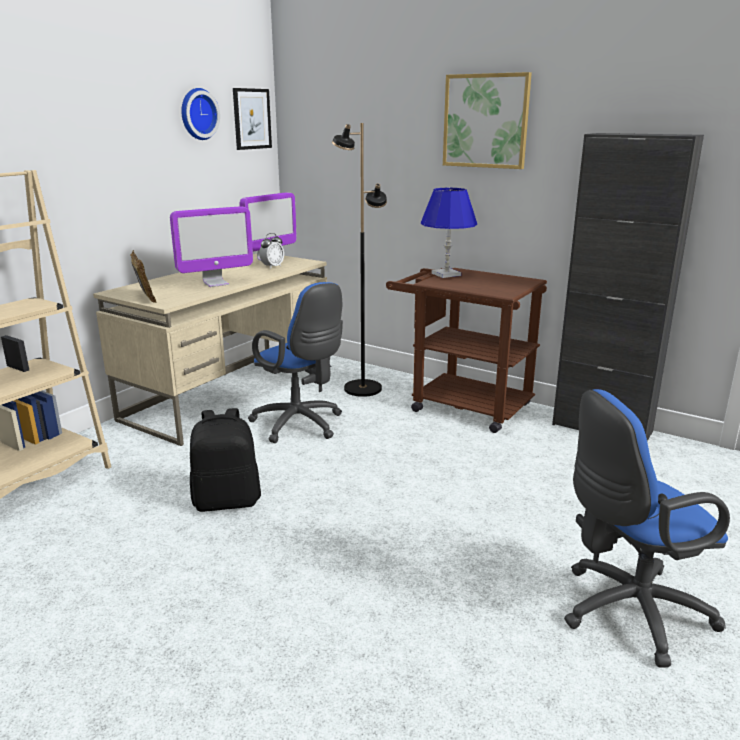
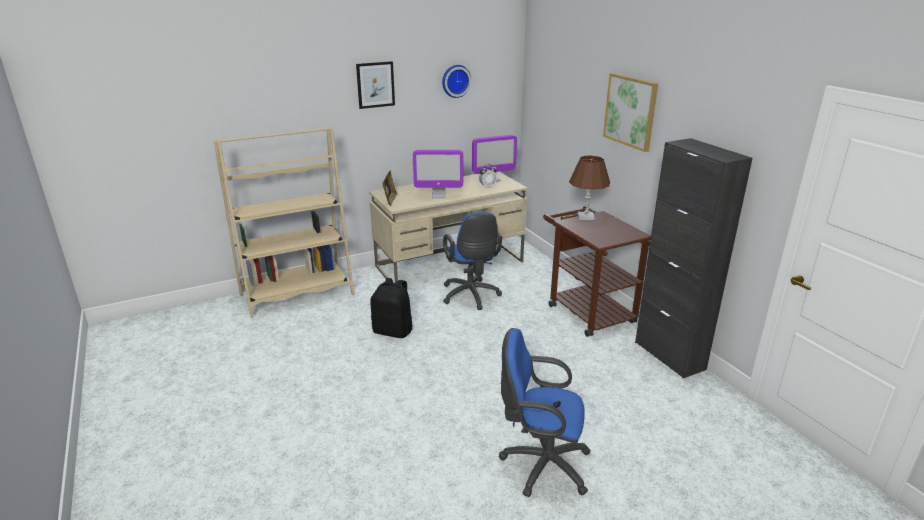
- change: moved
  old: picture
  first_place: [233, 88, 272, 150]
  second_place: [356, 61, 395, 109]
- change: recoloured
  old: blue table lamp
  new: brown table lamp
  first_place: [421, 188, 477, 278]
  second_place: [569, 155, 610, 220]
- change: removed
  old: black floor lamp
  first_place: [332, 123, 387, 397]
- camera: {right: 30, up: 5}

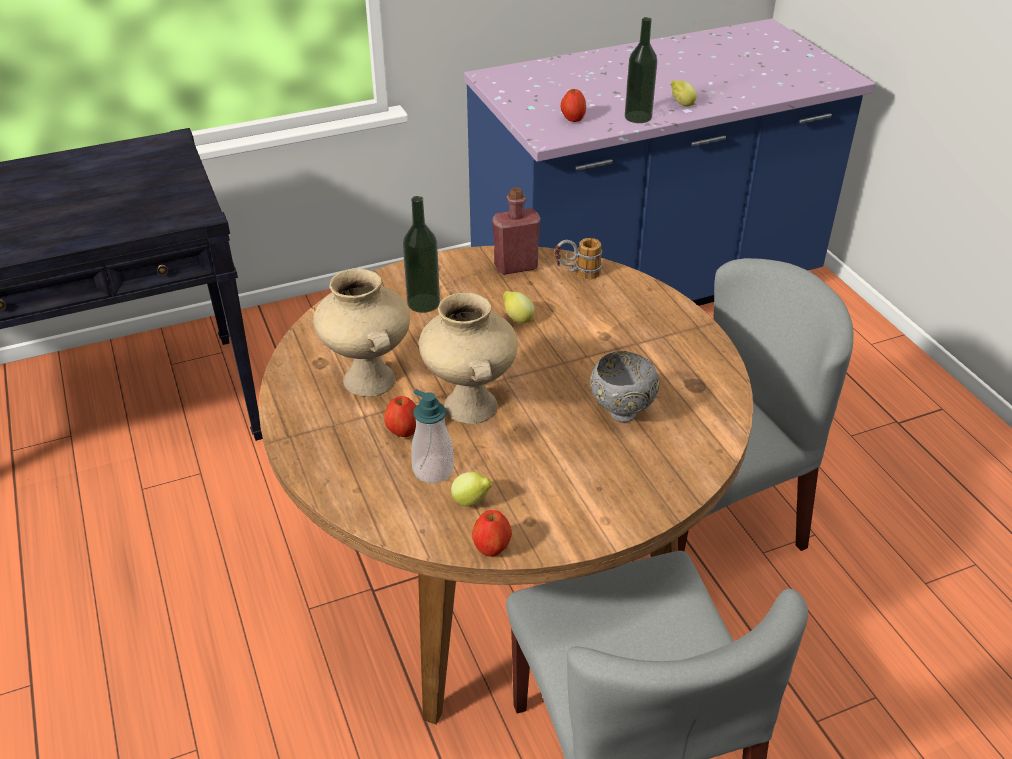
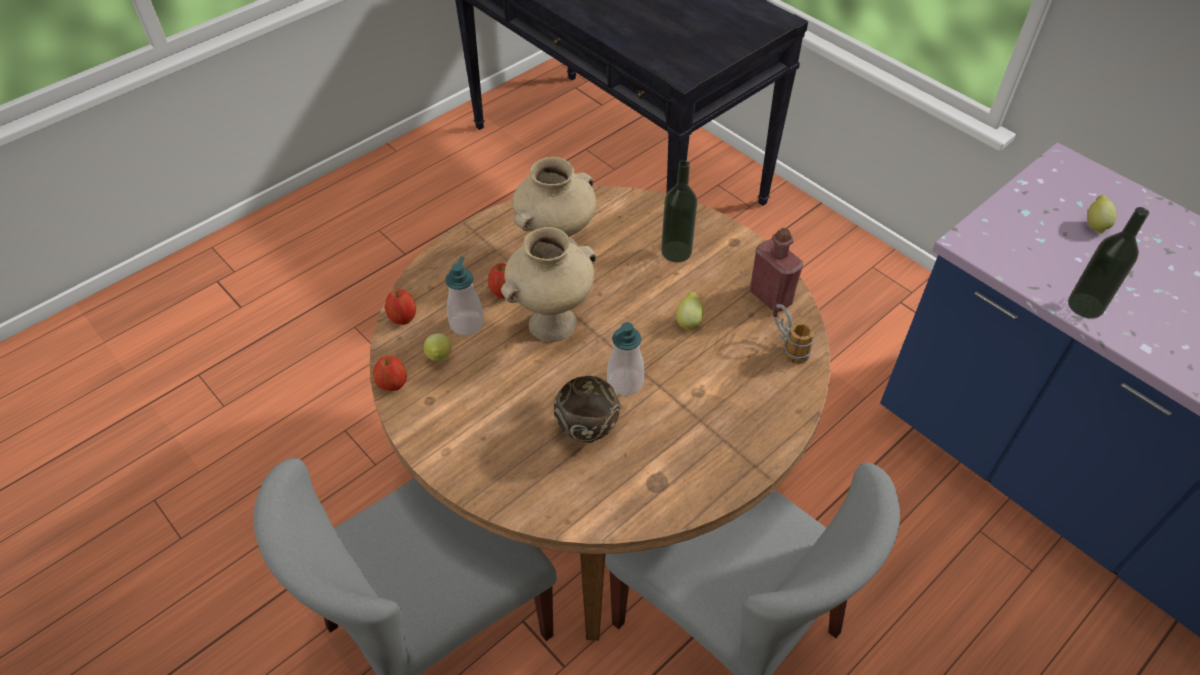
- change: moved
  old: apple
  first_place: [561, 89, 586, 122]
  second_place: [385, 289, 416, 325]
- change: recoloured
  old: grey bowl
  new: brown bowl
  first_place: [590, 351, 659, 422]
  second_place: [554, 376, 620, 443]
- change: added
  new: soap dispenser
  second_place: [607, 322, 644, 396]
- change: moved
  old: lemon
  first_place: [670, 80, 697, 107]
  second_place: [1087, 195, 1117, 234]
- camera: {right: 70, up: 10}

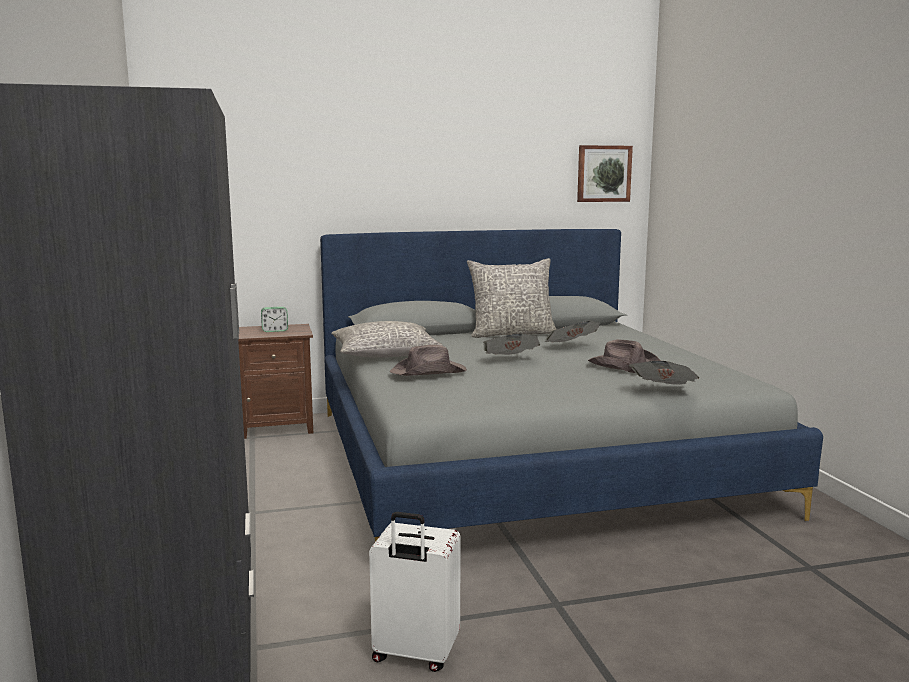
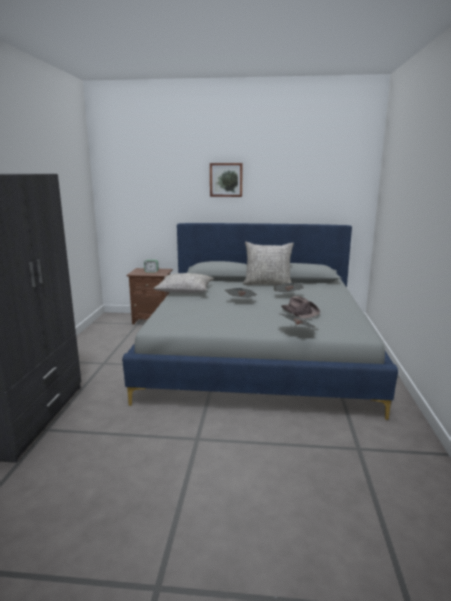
- change: moved
  old: picture
  first_place: [577, 145, 633, 202]
  second_place: [210, 163, 243, 197]
- change: removed
  old: white suitcase
  first_place: [369, 512, 460, 672]
- change: removed
  old: brown hat
  first_place: [390, 345, 467, 376]
- camera: {right: 20, up: 5}

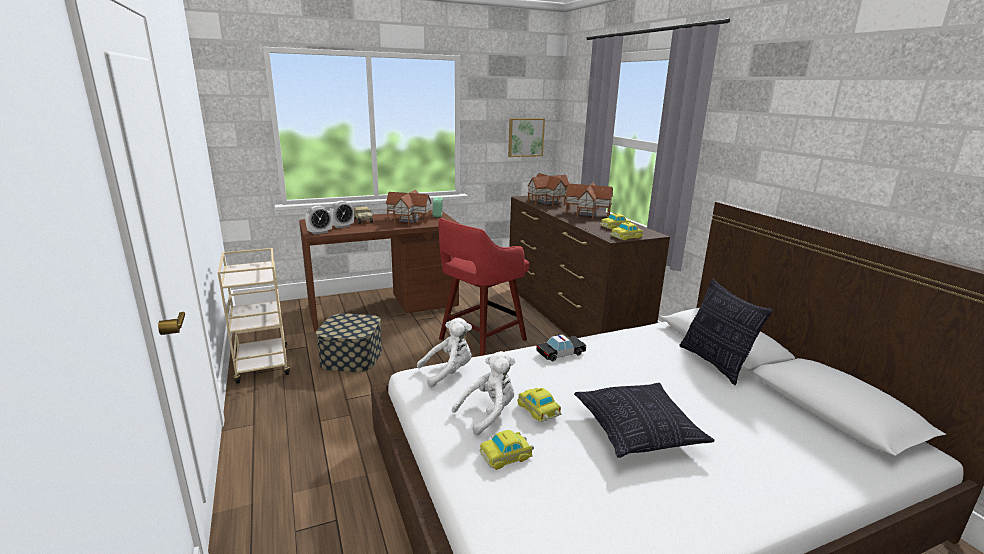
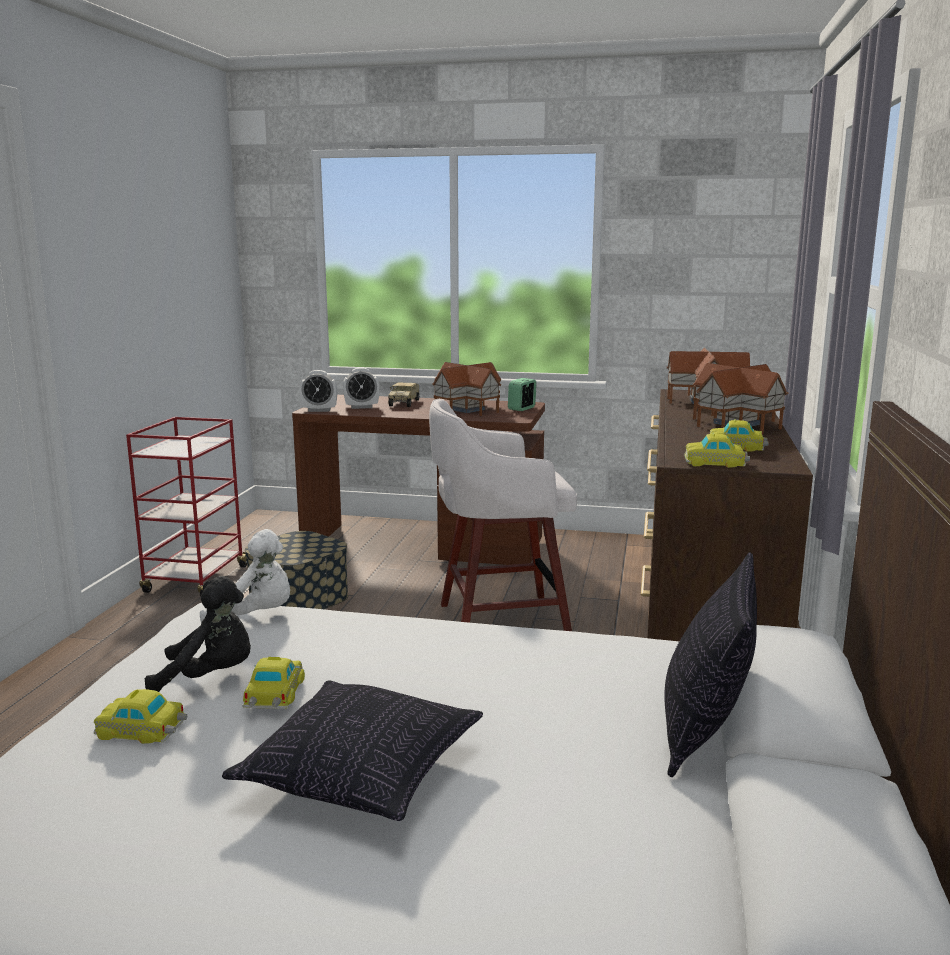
- change: recoloured
  old: beige cart
  new: red cart
  first_place: [218, 248, 290, 384]
  second_place: [126, 417, 247, 596]
- change: recoloured
  old: white plush toy
  new: black plush toy
  first_place: [452, 351, 515, 436]
  second_place: [145, 576, 251, 692]
- change: recoloured
  old: red stool
  new: white stool
  first_place: [438, 218, 529, 356]
  second_place: [429, 399, 577, 631]
- change: removed
  old: picture
  first_place: [508, 118, 545, 157]
- change: removed
  old: toy car
  first_place: [536, 334, 586, 361]
- camera: {right: 35, up: -5}

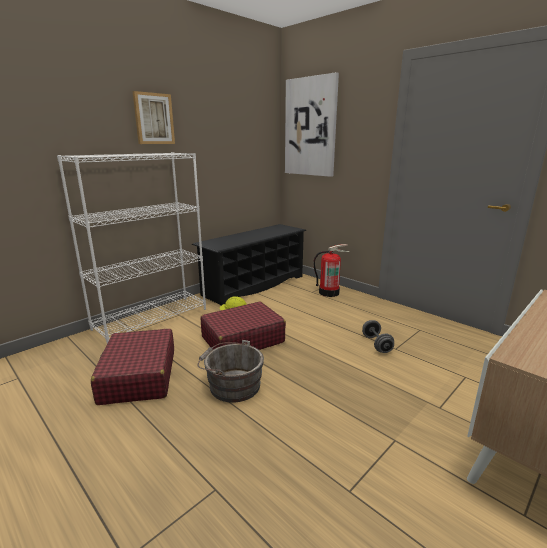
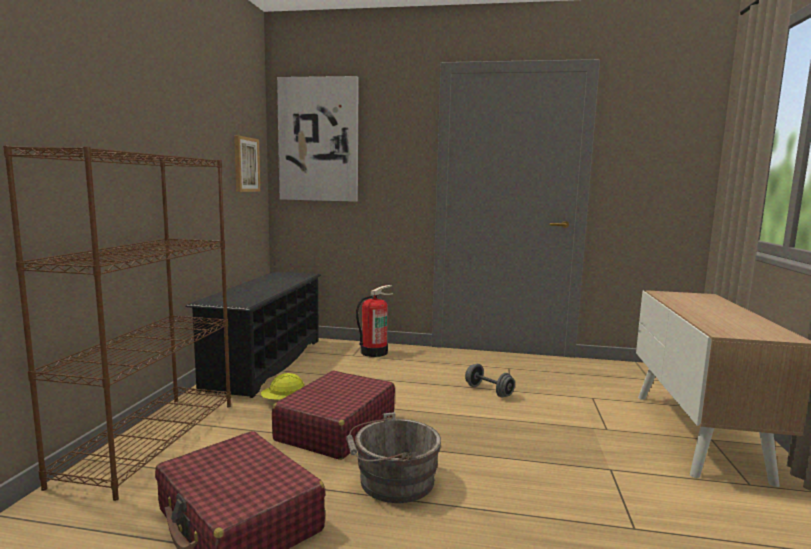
- change: recoloured
  old: white bookcase
  new: brown bookcase
  first_place: [57, 152, 206, 344]
  second_place: [3, 146, 231, 501]
- change: moved
  old: picture
  first_place: [132, 91, 175, 144]
  second_place: [234, 135, 260, 192]
- camera: {right: -35, up: -10}

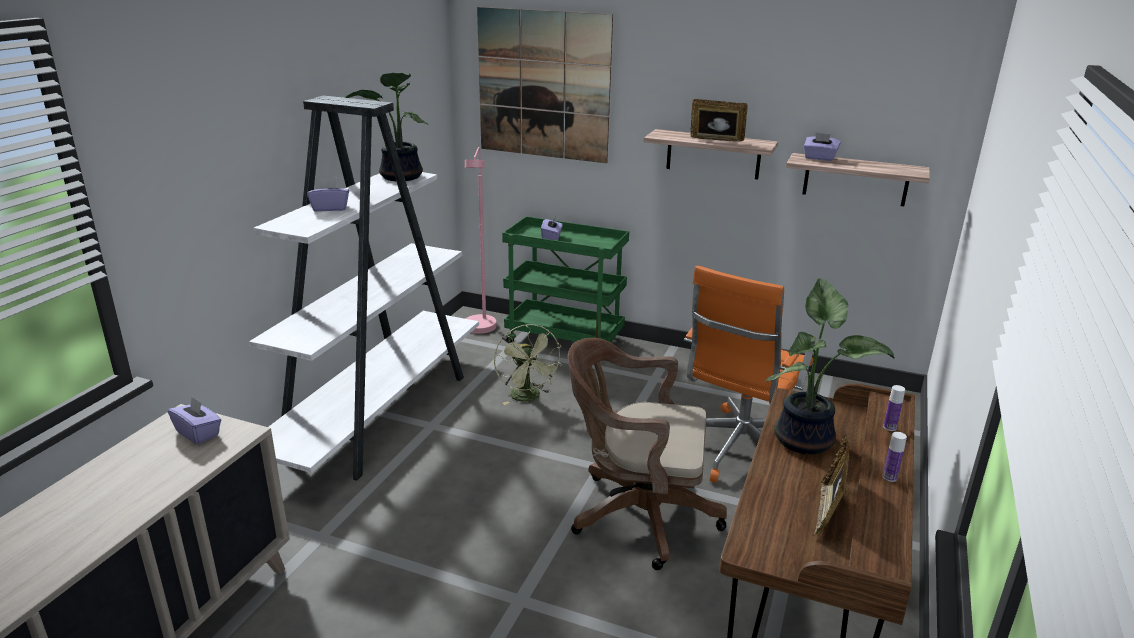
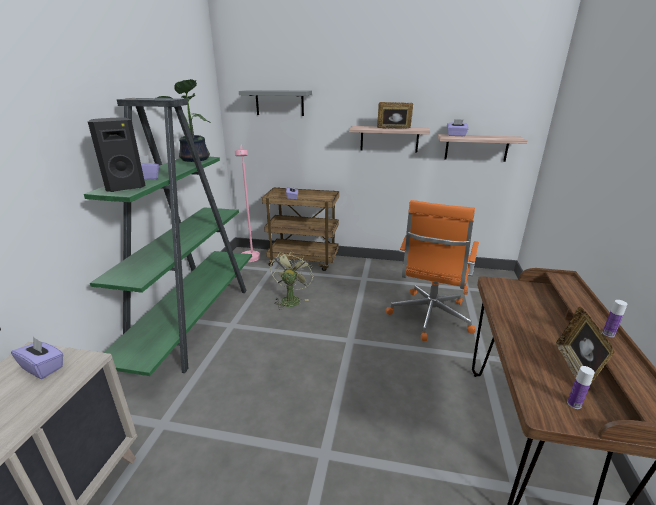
- change: recoloured
  old: white bookcase
  new: green bookcase
  first_place: [249, 96, 479, 480]
  second_place: [84, 98, 252, 376]
- change: added
  new: black speaker
  second_place: [88, 118, 146, 192]
- change: replaced
  old: picture
  new: grey shelf
  first_place: [477, 7, 613, 163]
  second_place: [239, 90, 312, 116]
- change: recoloured
  old: green cart
  new: brown cart
  first_place: [502, 216, 629, 343]
  second_place: [262, 188, 339, 271]
- change: turned
  old: green fan
  first_place: [494, 324, 562, 405]
  second_place: [270, 250, 314, 310]
  degrees: -135
- change: moved
  old: bottle
  first_place: [883, 385, 905, 431]
  second_place: [567, 366, 595, 409]
- change: removed
  old: brown office chair
  first_place: [568, 338, 727, 570]
- change: removed
  old: potted plant
  first_place: [766, 278, 894, 455]
- camera: {right: -10, up: 0}

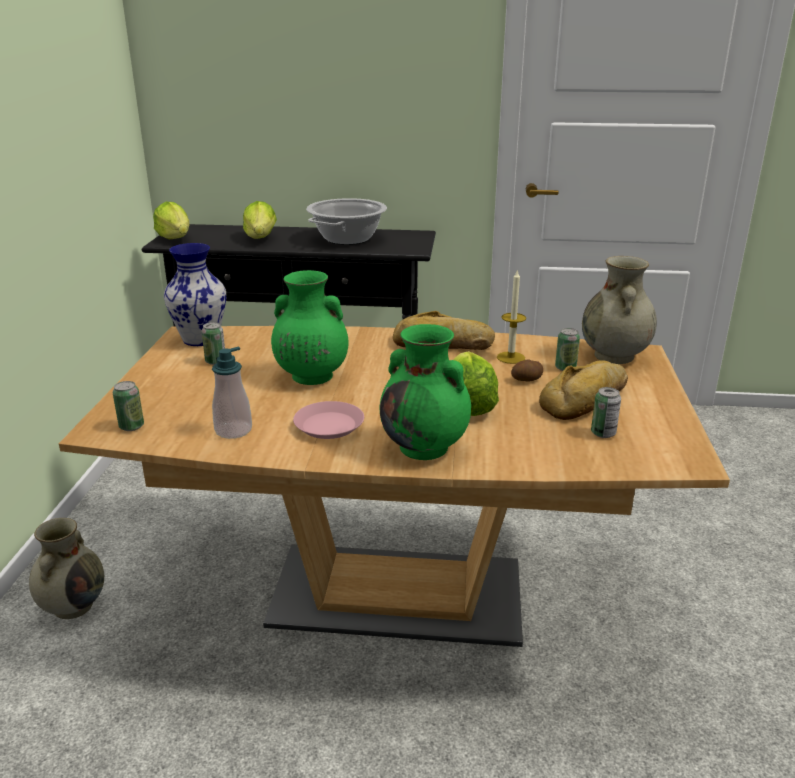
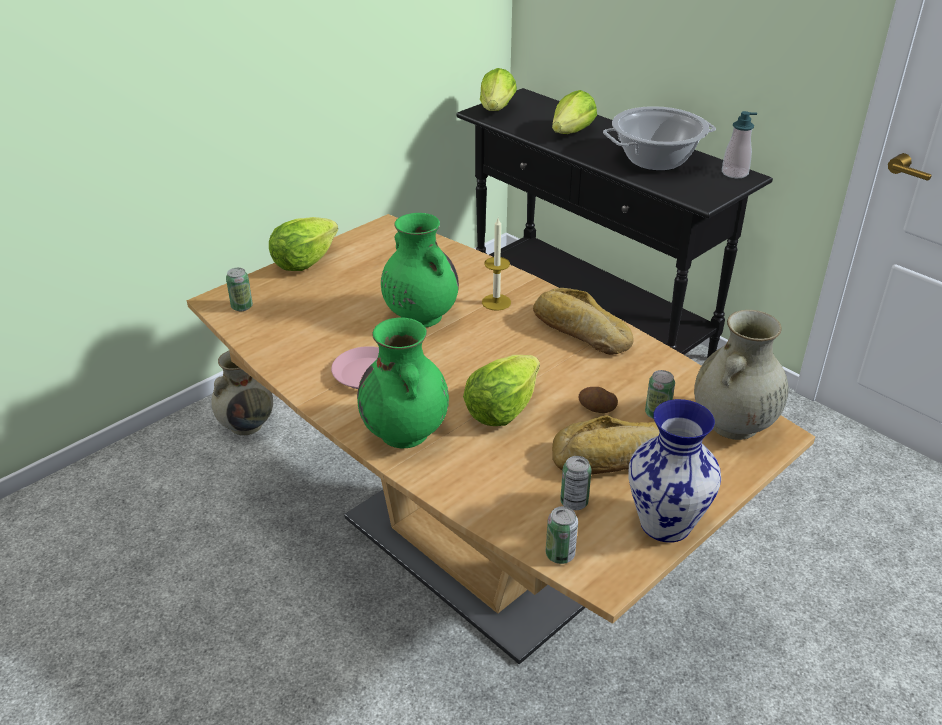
- change: added
  new: lettuce
  second_place: [269, 217, 338, 271]
- change: moved
  old: candle
  first_place: [497, 269, 526, 364]
  second_place: [482, 218, 511, 311]
- change: moved
  old: can
  first_place: [202, 322, 225, 365]
  second_place: [546, 506, 578, 564]
- change: moved
  old: vase
  first_place: [164, 243, 226, 346]
  second_place: [628, 399, 721, 543]
- change: moved
  old: soap dispenser
  first_place: [212, 347, 252, 439]
  second_place: [722, 111, 757, 178]
- camera: {right: 40, up: 10}

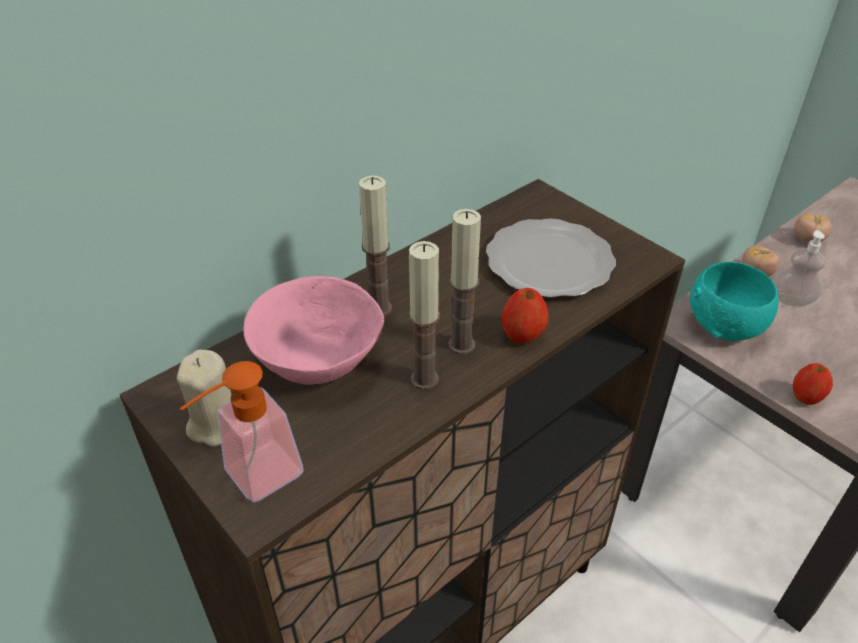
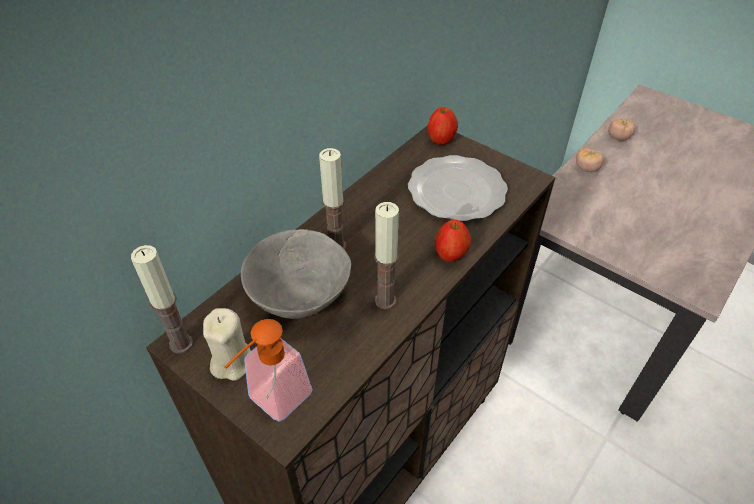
- change: moved
  old: candle
  first_place: [448, 209, 481, 354]
  second_place: [131, 245, 193, 354]
- change: recoloured
  old: pink bowl
  new: grey bowl
  first_place: [243, 276, 385, 385]
  second_place: [241, 229, 351, 319]
- change: moved
  old: apple
  first_place: [793, 363, 833, 405]
  second_place: [428, 107, 458, 145]
- change: removed
  old: turquoise bowl
  first_place: [690, 262, 779, 341]
- change: removed
  old: soap dispenser
  first_place: [773, 230, 827, 306]
- camera: {right: -10, up: 5}

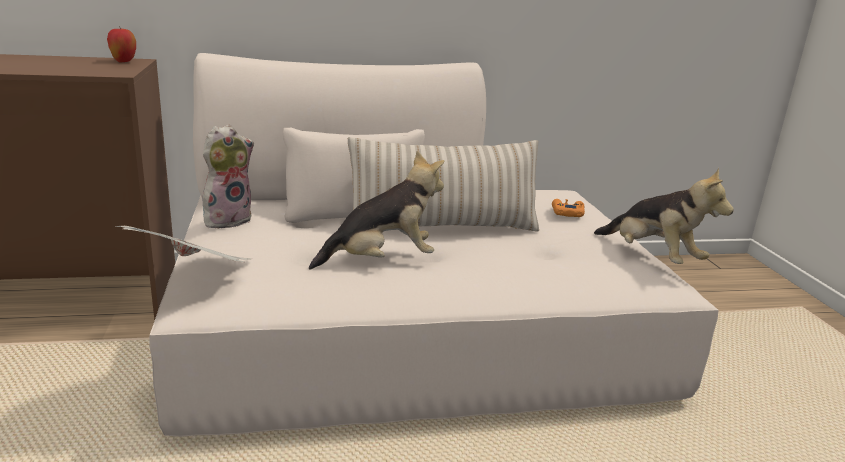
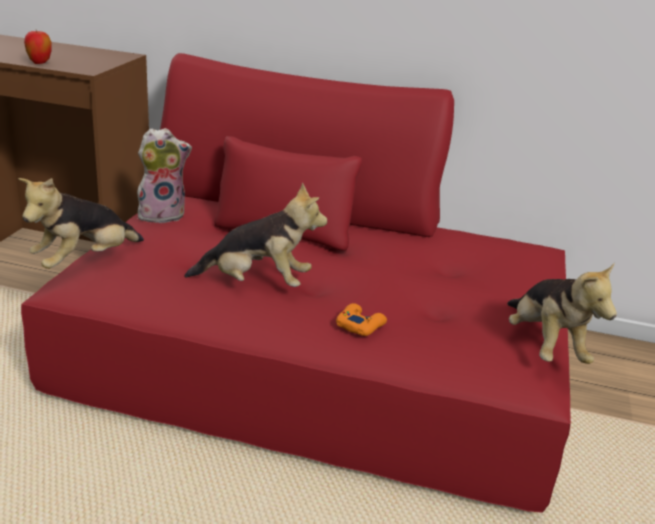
- change: replaced
  old: newspaper
  new: plush toy
  first_place: [115, 226, 252, 263]
  second_place: [18, 178, 144, 269]
- change: recoloured
  old: beige sofa
  new: red sofa
  first_place: [149, 53, 718, 437]
  second_place: [21, 53, 571, 513]
- change: moved
  old: apple
  first_place: [107, 26, 136, 62]
  second_place: [24, 30, 52, 64]
- change: moved
  old: orange game controller
  first_place: [552, 199, 585, 217]
  second_place: [336, 303, 387, 336]
- change: removed
  old: beige pillow
  first_place: [348, 137, 539, 232]
- camera: {right: 25, up: 5}

